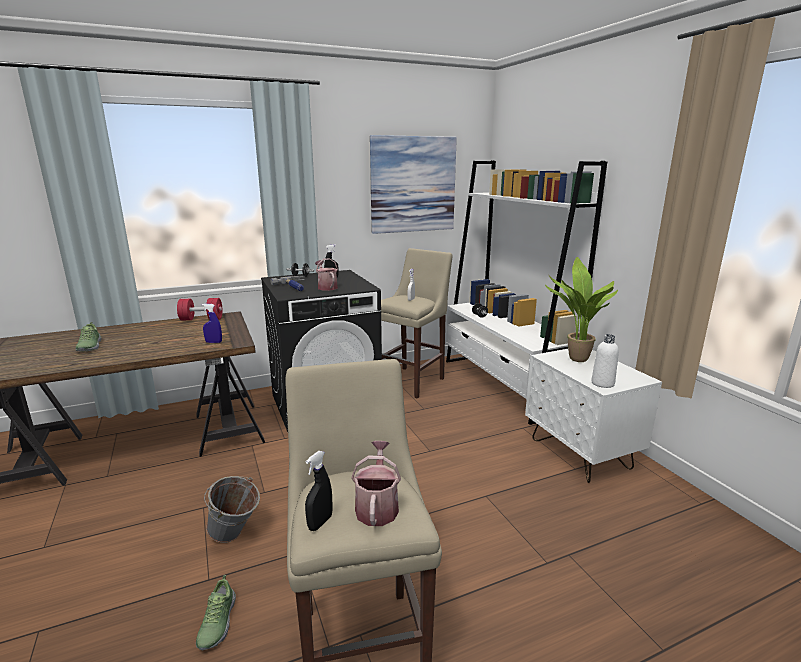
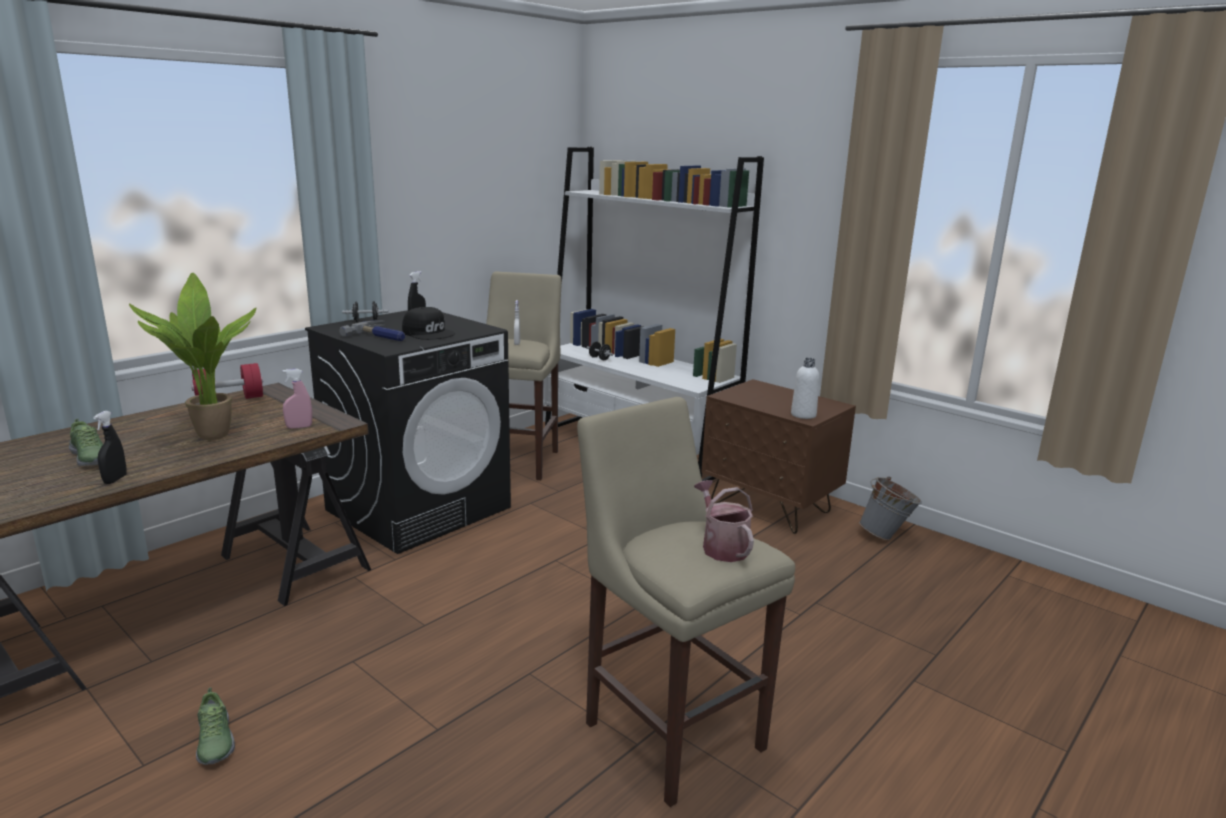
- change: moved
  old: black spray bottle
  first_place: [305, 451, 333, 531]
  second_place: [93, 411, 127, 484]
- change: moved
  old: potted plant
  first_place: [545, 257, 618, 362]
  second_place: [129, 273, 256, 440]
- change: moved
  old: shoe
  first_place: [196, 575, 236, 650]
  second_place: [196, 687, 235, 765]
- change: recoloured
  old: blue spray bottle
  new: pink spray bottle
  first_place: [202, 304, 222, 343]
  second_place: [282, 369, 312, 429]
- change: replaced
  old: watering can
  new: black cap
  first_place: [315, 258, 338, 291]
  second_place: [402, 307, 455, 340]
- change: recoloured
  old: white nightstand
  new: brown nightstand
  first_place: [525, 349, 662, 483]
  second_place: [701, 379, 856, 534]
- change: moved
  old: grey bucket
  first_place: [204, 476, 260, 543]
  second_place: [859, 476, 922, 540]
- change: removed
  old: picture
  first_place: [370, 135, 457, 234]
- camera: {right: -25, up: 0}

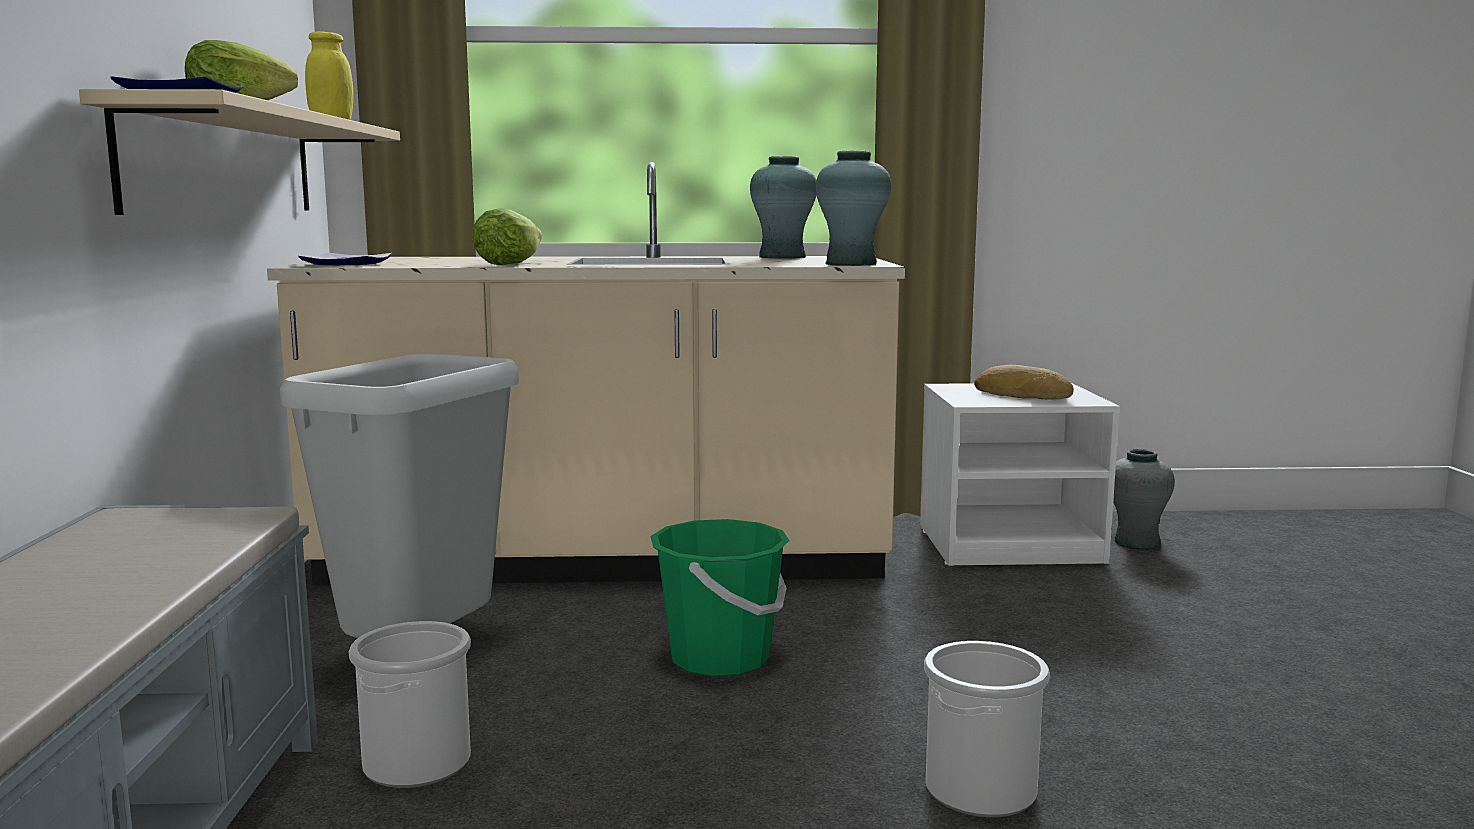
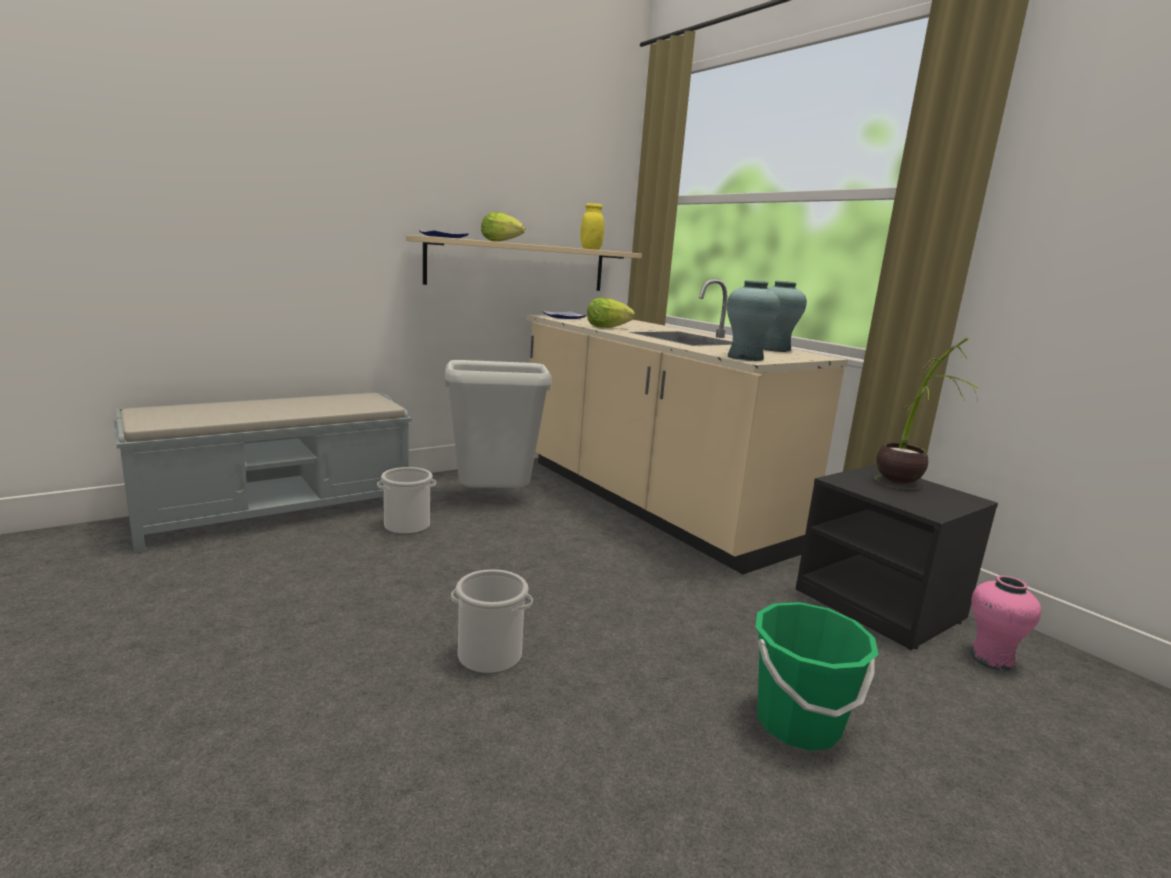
- change: moved
  old: green bucket
  first_place: [650, 519, 789, 677]
  second_place: [756, 602, 879, 751]
- change: recoloured
  old: white nightstand
  new: black nightstand
  first_place: [920, 383, 1120, 566]
  second_place: [796, 464, 998, 650]
- change: replaced
  old: bread
  new: potted plant
  first_place: [974, 365, 1074, 400]
  second_place: [874, 338, 979, 491]
- change: recoloured
  old: grey vase
  new: pink vase
  first_place: [1113, 449, 1175, 550]
  second_place: [970, 576, 1041, 671]
- camera: {right: 55, up: 5}

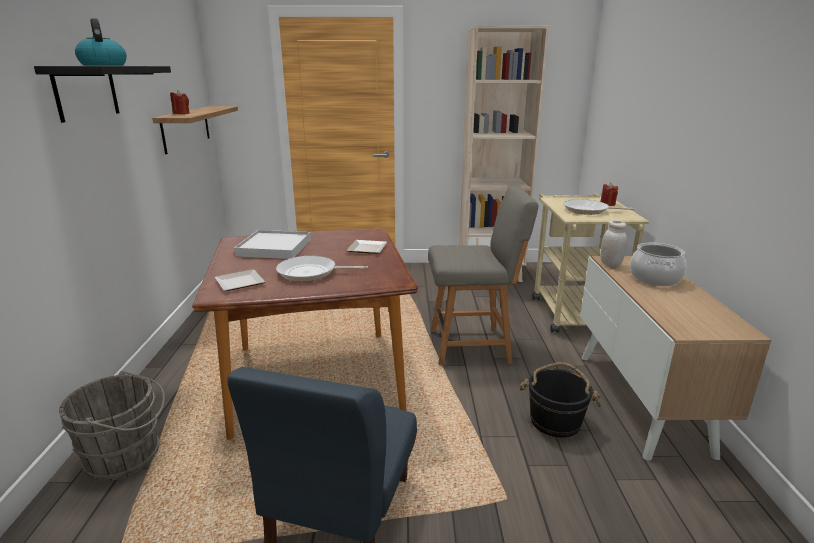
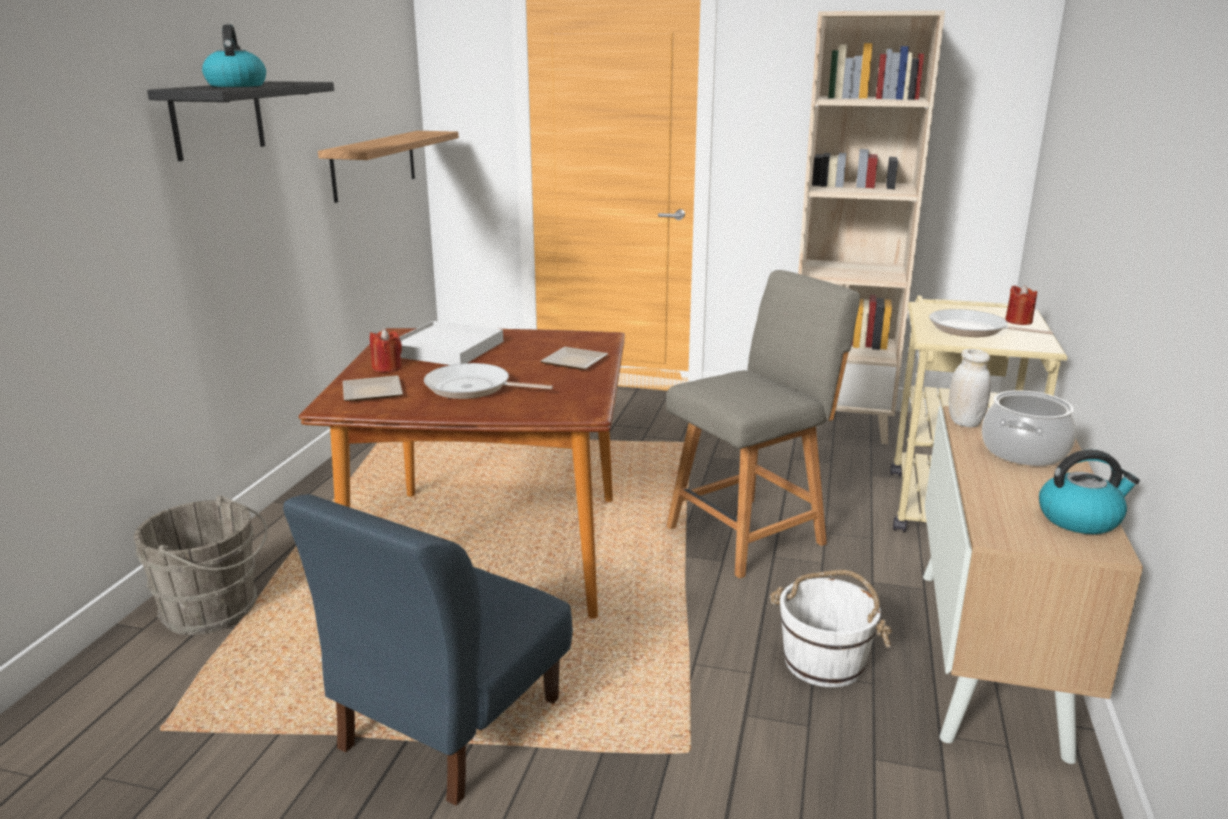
- change: moved
  old: red candle
  first_place: [170, 91, 190, 114]
  second_place: [370, 329, 402, 373]
- change: turned
  old: grey chair
  first_place: [428, 186, 538, 366]
  second_place: [666, 270, 860, 579]
  degrees: -45
- change: recoloured
  old: black bucket
  new: white bucket
  first_place: [519, 362, 602, 438]
  second_place: [770, 570, 892, 687]
- change: added
  new: kettle
  second_place: [1039, 449, 1140, 534]
- camera: {right: 15, up: 0}

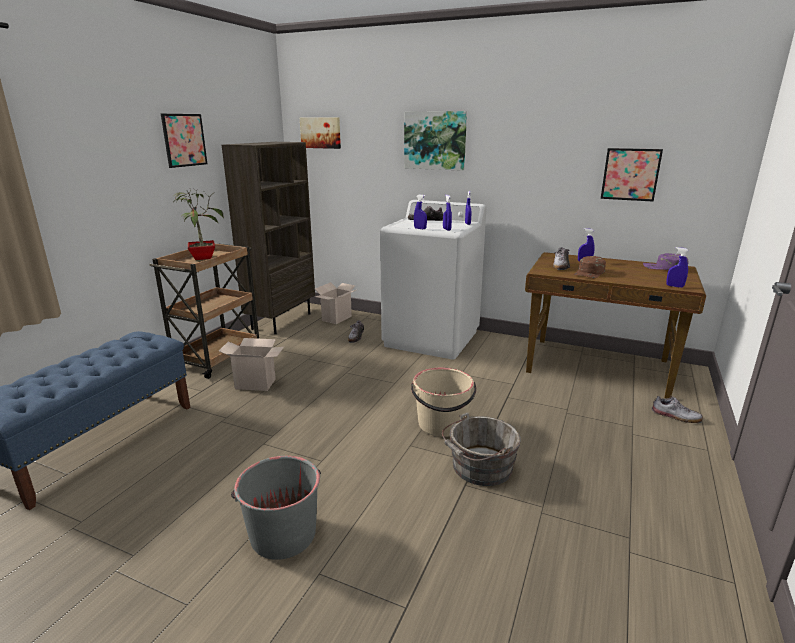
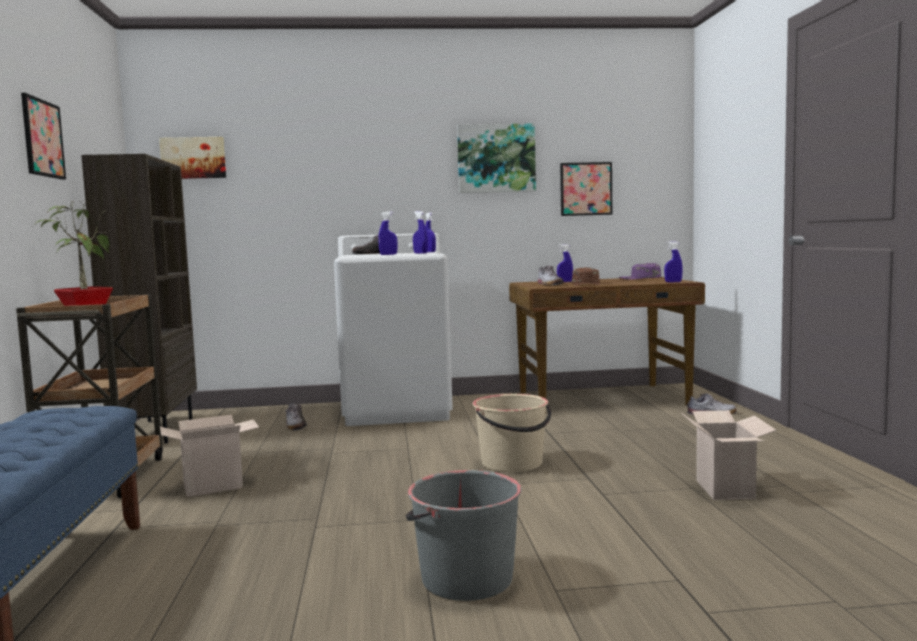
- change: moved
  old: picture
  first_place: [404, 111, 467, 171]
  second_place: [457, 123, 536, 193]
- change: moved
  old: cardboard box
  first_place: [314, 282, 356, 324]
  second_place: [681, 410, 777, 500]
- change: removed
  old: grey bucket
  first_place: [442, 413, 521, 486]
- camera: {right: -30, up: -15}

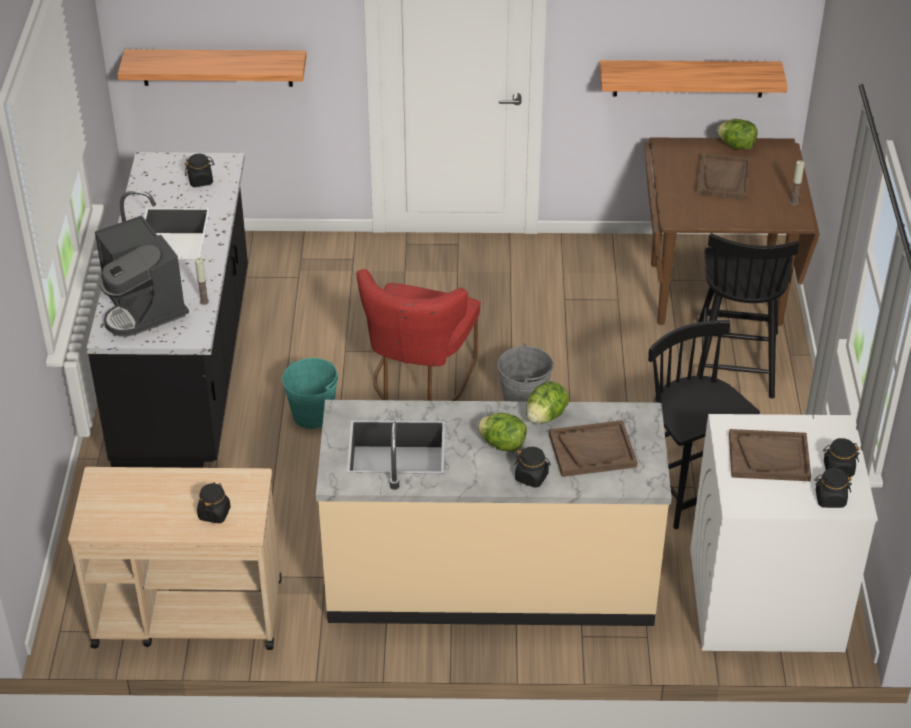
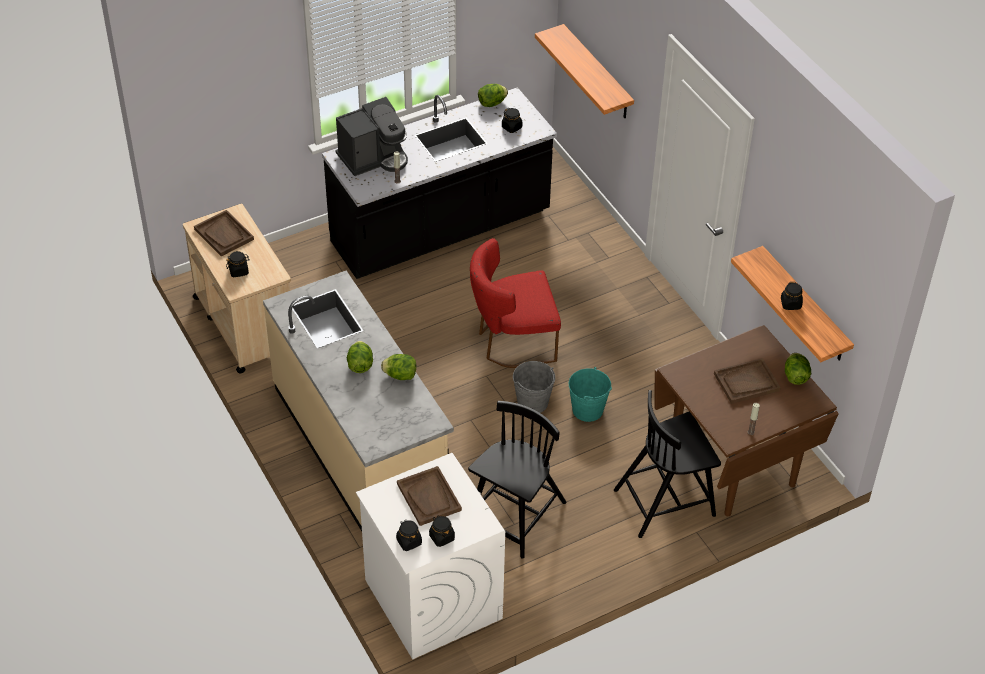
- change: moved
  old: brown tray
  first_place: [549, 420, 637, 477]
  second_place: [194, 210, 254, 257]
- change: turned
  old: coffee machine
  first_place: [95, 215, 189, 337]
  second_place: [335, 97, 408, 176]
  degrees: -150
- change: added
  new: lettuce
  second_place: [478, 84, 508, 107]
- change: moved
  old: turquoise bucket
  first_place: [282, 358, 338, 429]
  second_place: [569, 367, 612, 422]
- change: moved
  old: black jar
  first_place: [515, 447, 551, 488]
  second_place: [781, 282, 803, 310]
- camera: {right: 60, up: 5}

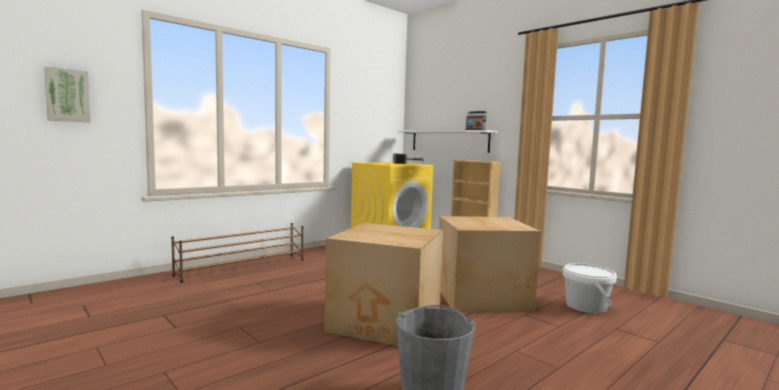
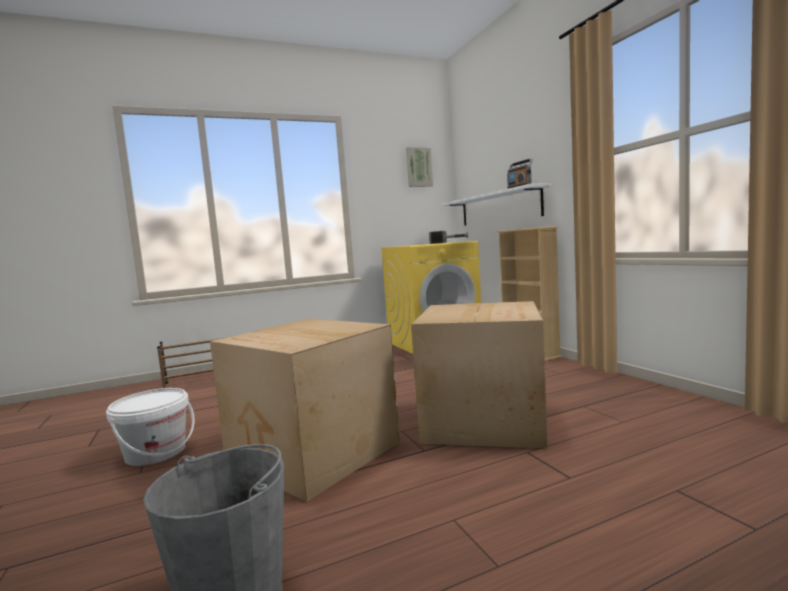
- change: moved
  old: white bucket
  first_place: [563, 263, 617, 314]
  second_place: [106, 388, 195, 466]
- change: moved
  old: picture
  first_place: [44, 67, 91, 122]
  second_place: [406, 147, 433, 187]
- camera: {right: 20, up: 0}

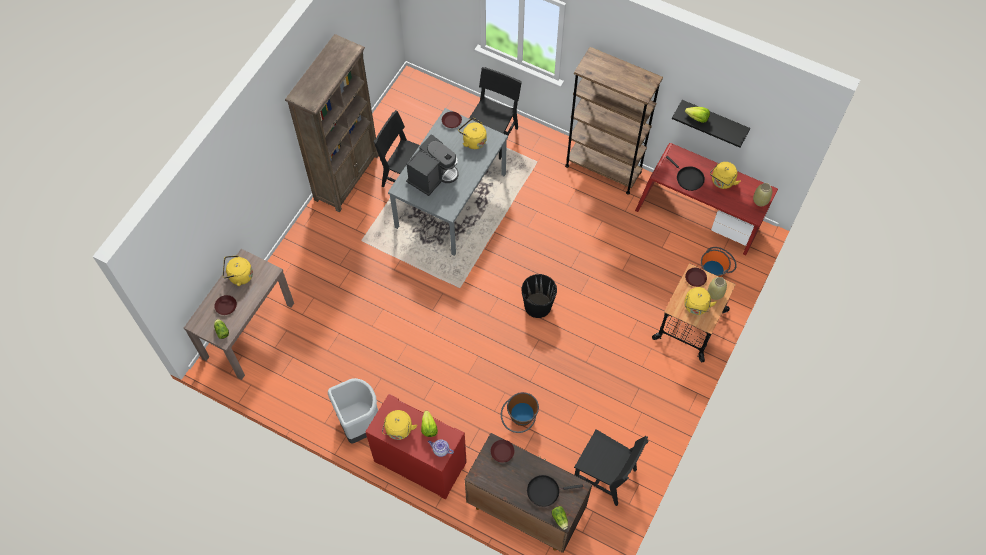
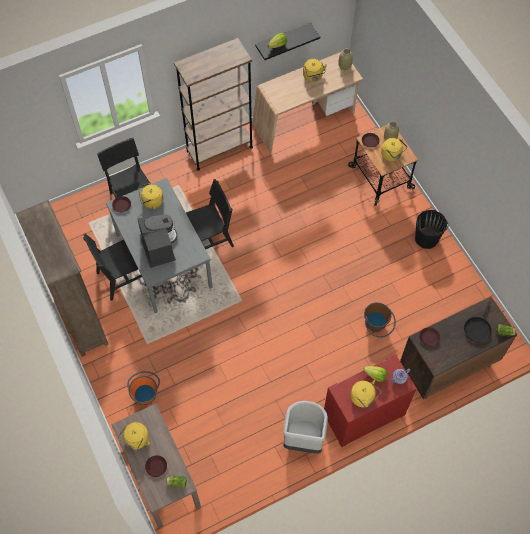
- change: moved
  old: orange bucket
  first_place: [701, 247, 737, 277]
  second_place: [127, 371, 160, 406]
- change: moved
  old: black chair
  first_place: [574, 429, 648, 506]
  second_place: [186, 179, 234, 249]
- change: recoloured
  old: red desk
  new: beige desk
  first_place: [635, 143, 778, 255]
  second_place: [252, 52, 363, 152]
- change: moved
  old: black bucket
  first_place: [521, 274, 557, 318]
  second_place: [415, 210, 448, 249]
- change: removed
  old: black frying pan
  first_place: [666, 156, 705, 191]
- camera: {right: -55, up: 0}

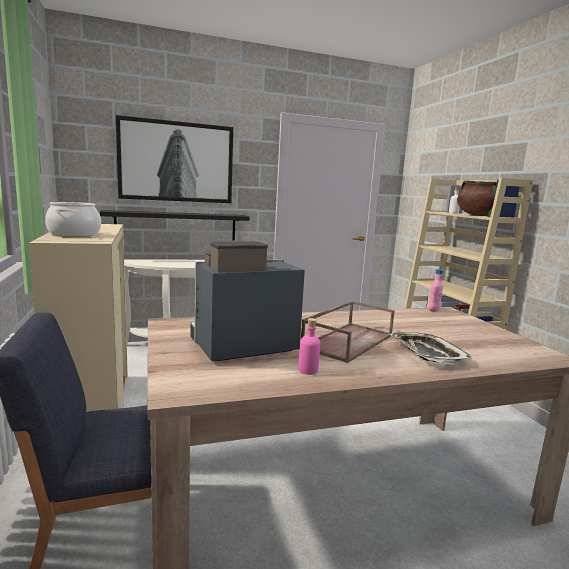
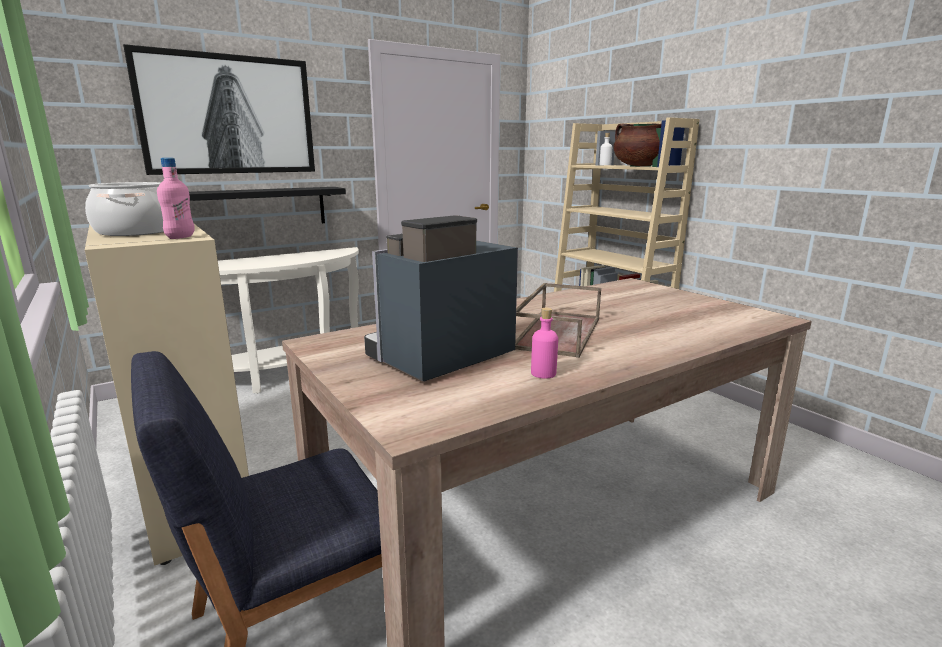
- change: moved
  old: pink bottle
  first_place: [428, 269, 443, 312]
  second_place: [157, 158, 195, 239]
- change: removed
  old: tray
  first_place: [390, 332, 472, 364]
- camera: {right: -15, up: 5}

